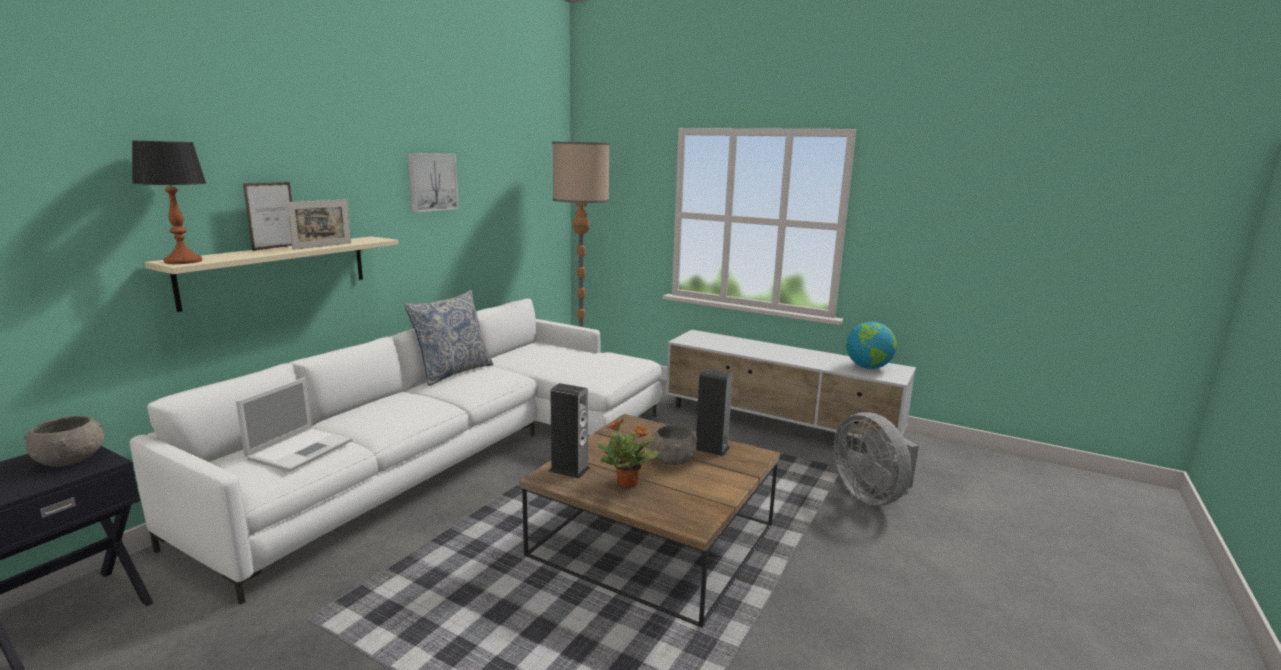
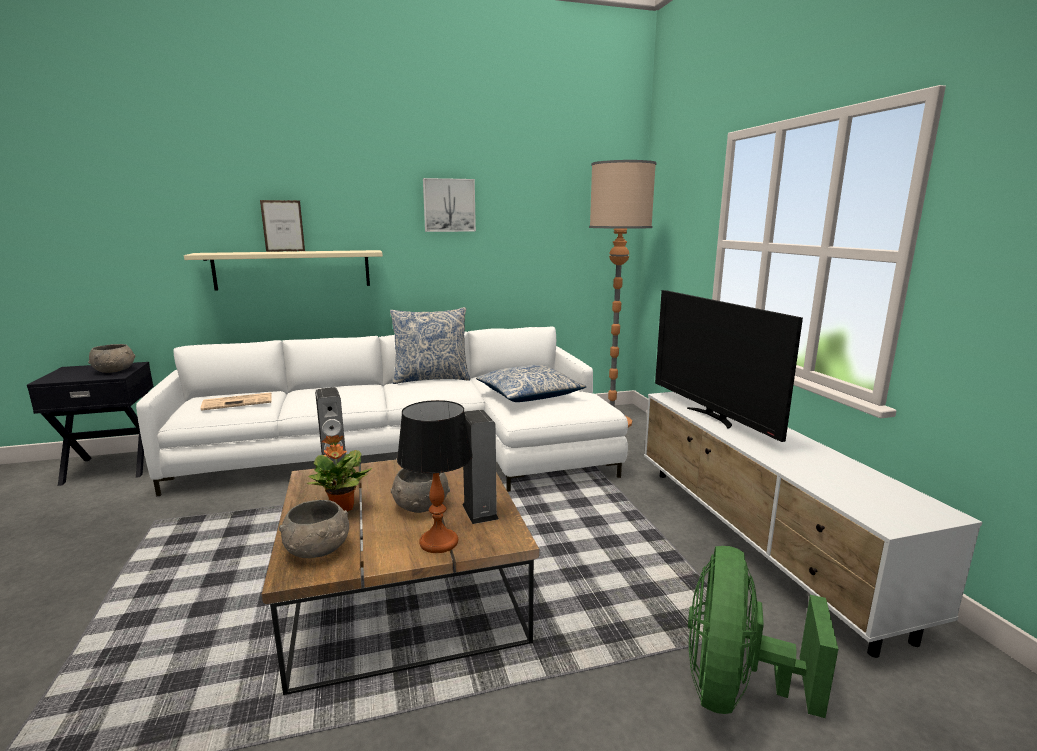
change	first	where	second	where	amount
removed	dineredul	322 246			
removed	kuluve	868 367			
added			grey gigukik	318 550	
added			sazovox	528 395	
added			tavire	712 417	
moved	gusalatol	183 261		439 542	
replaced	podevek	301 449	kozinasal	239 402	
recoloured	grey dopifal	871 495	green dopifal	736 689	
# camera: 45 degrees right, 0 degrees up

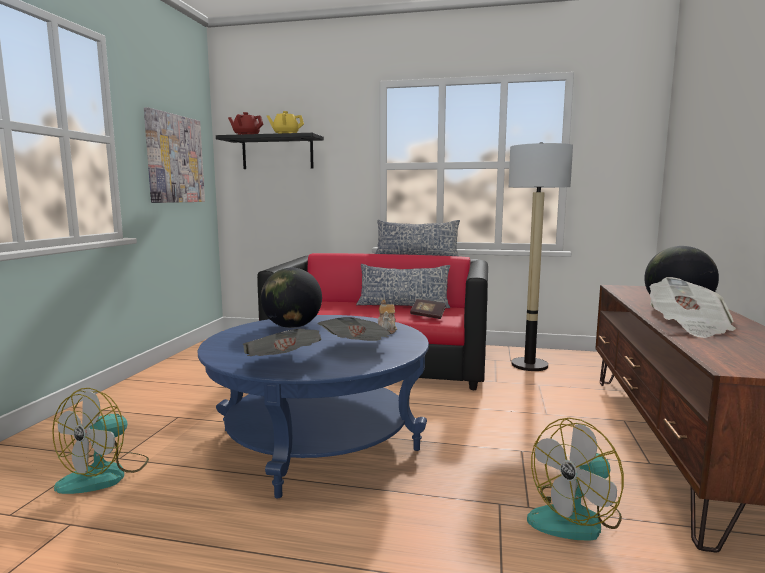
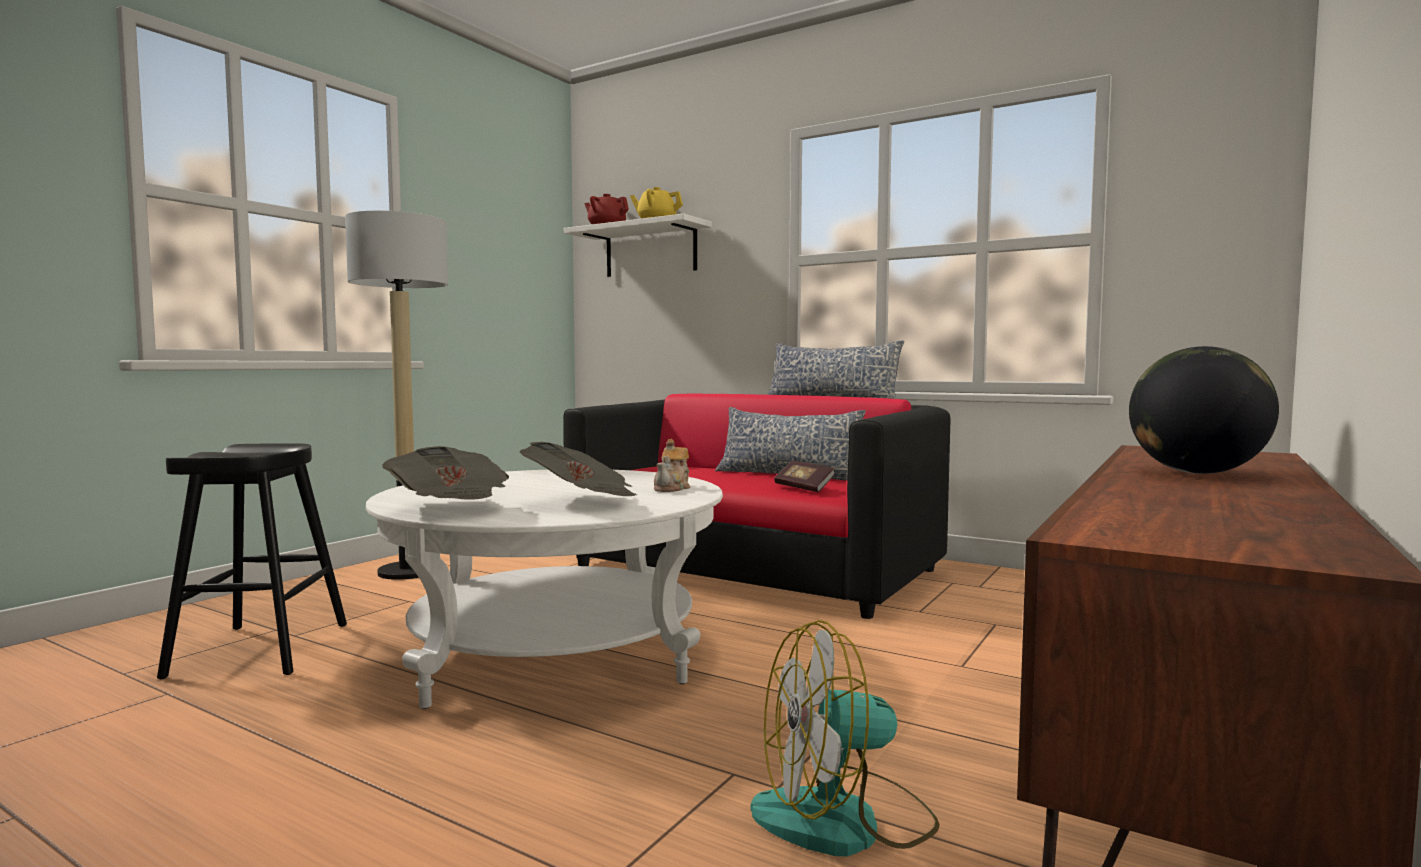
change	first	where	second	where	amount
removed	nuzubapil	174 159			
removed	kuluve	292 327			
removed	kozinasal	688 327			
moved	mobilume	529 365		409 571	
replaced	dopifal	105 474	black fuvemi	261 649	
recoloured	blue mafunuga	319 440	white mafunuga	555 650	
recoloured	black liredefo	277 153	white liredefo	650 251	
# camera: 20 degrees right, 5 degrees down

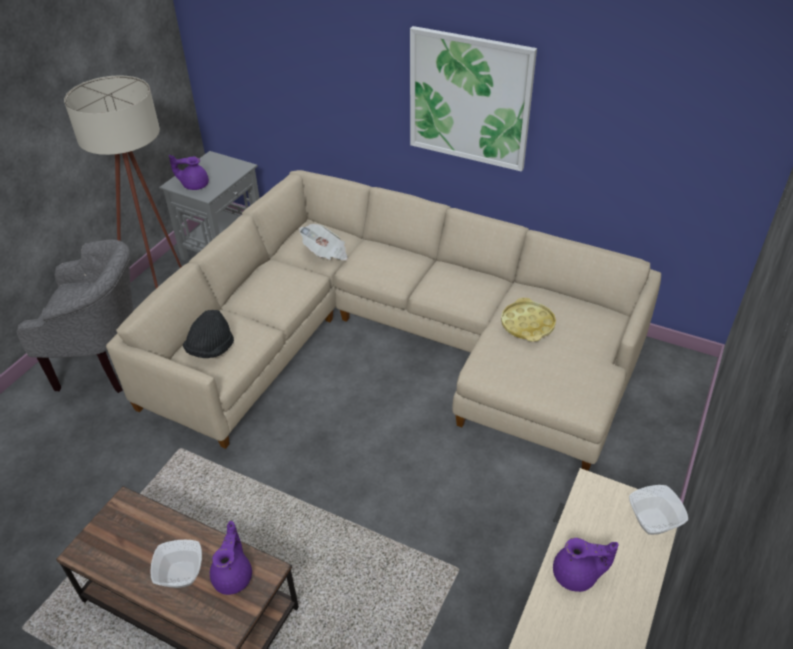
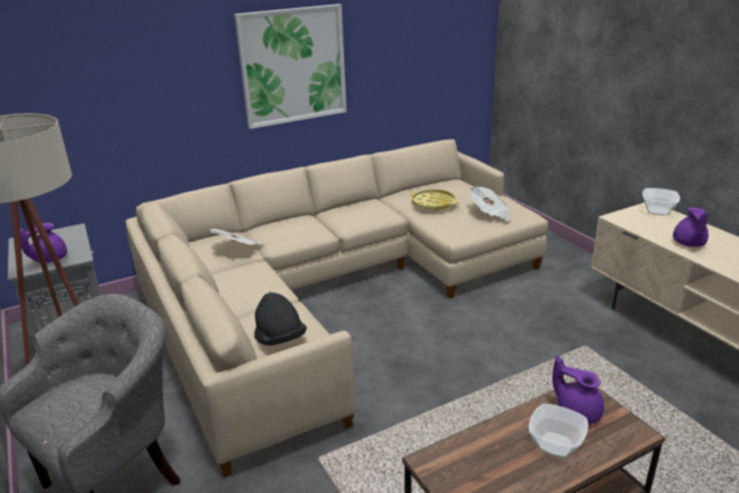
change	first	where	second	where	amount
added			kozinasal	490 214	
turned	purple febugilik	577 575		688 244	150 degrees clockwise
# camera: 55 degrees left, 15 degrees down

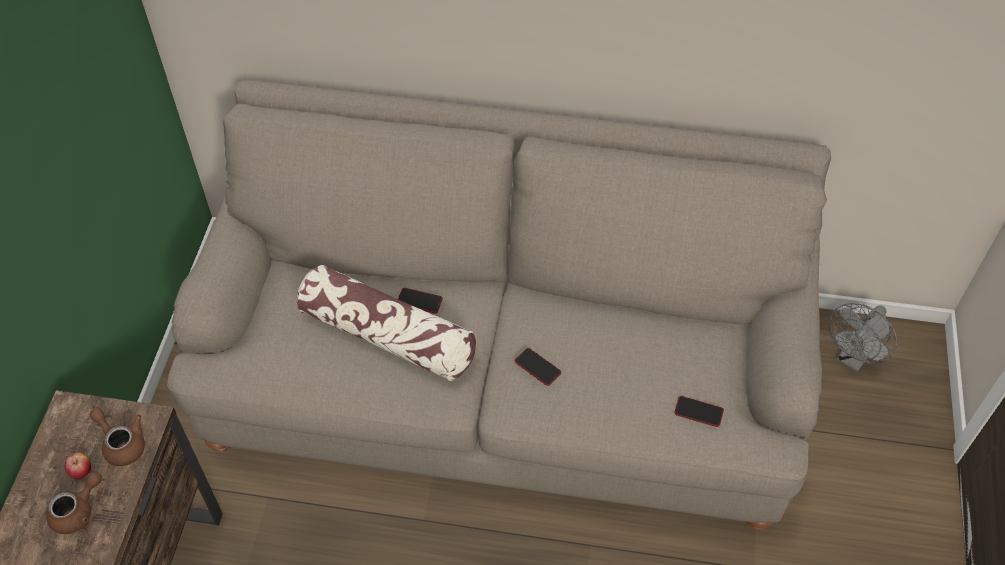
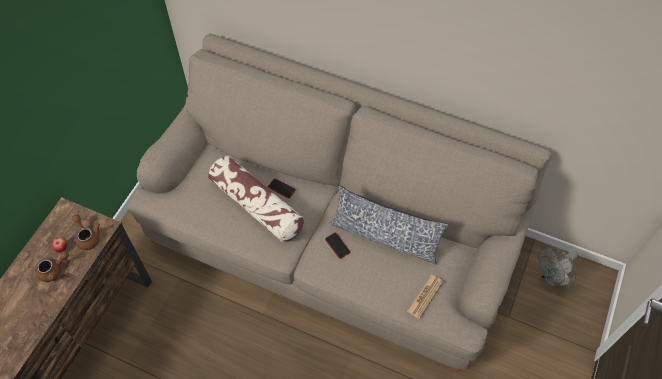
change	first	where	second	where	amount
added			sazovox	384 237	
replaced	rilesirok	698 412	kozinasal	425 296	
# camera: 15 degrees right, 5 degrees up

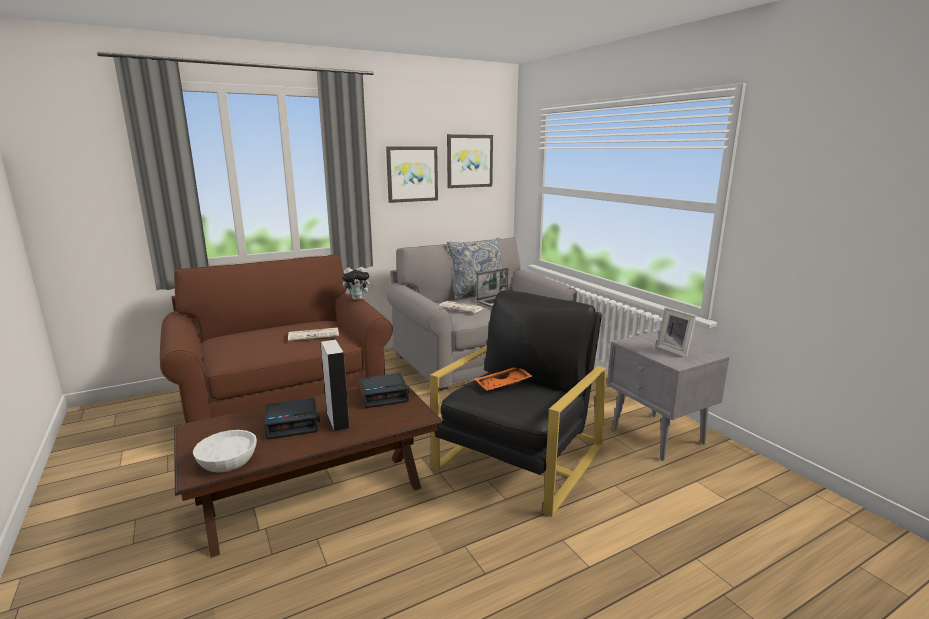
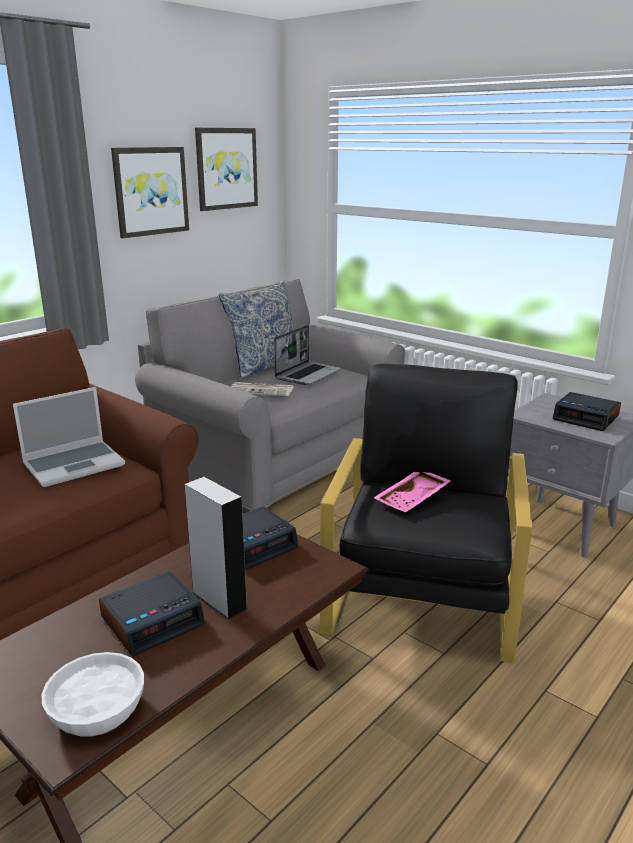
change	first	where	second	where	amount
removed	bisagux	357 299			
replaced	kozinasal	314 335	podevek	75 464	
replaced	dineredul	675 350	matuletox	586 418	
recoloured	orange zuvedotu	503 385	pink zuvedotu	413 499	
# camera: 20 degrees left, 5 degrees up

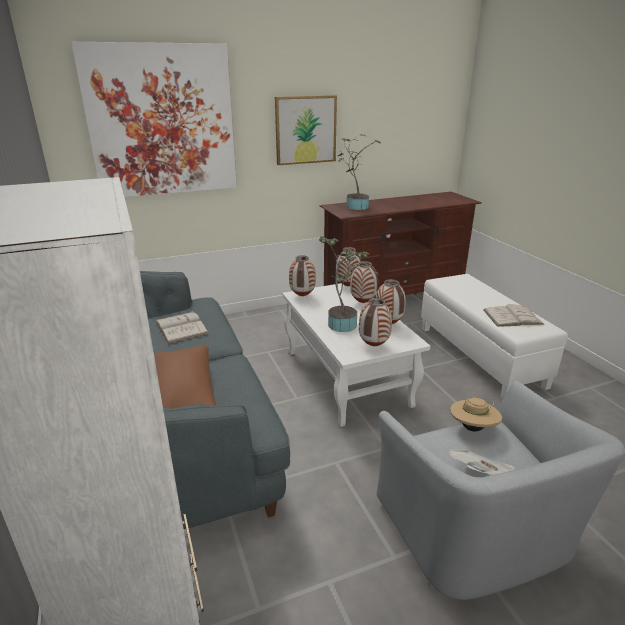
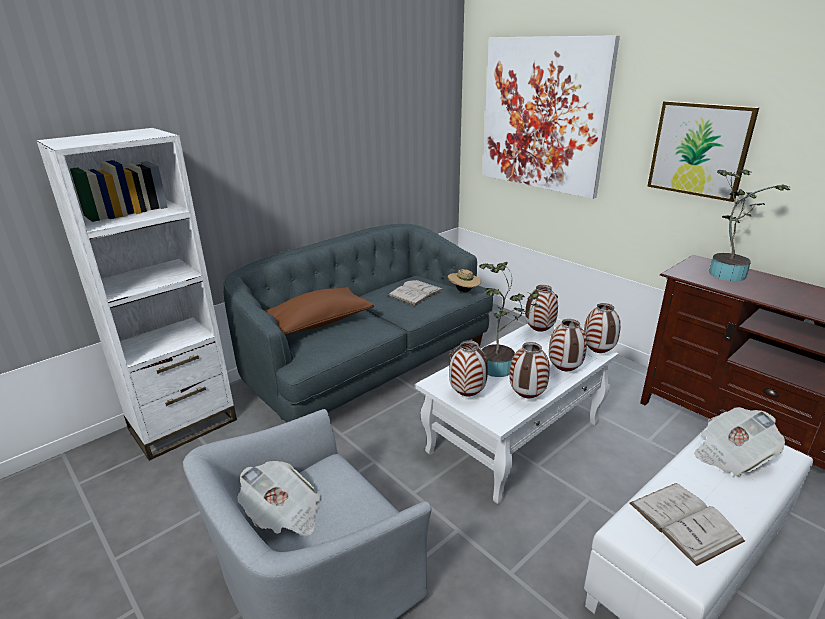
change	first	where	second	where	amount
added			kozinasal	731 455	
moved	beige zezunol	473 428		464 291	
# camera: 70 degrees right, 0 degrees up

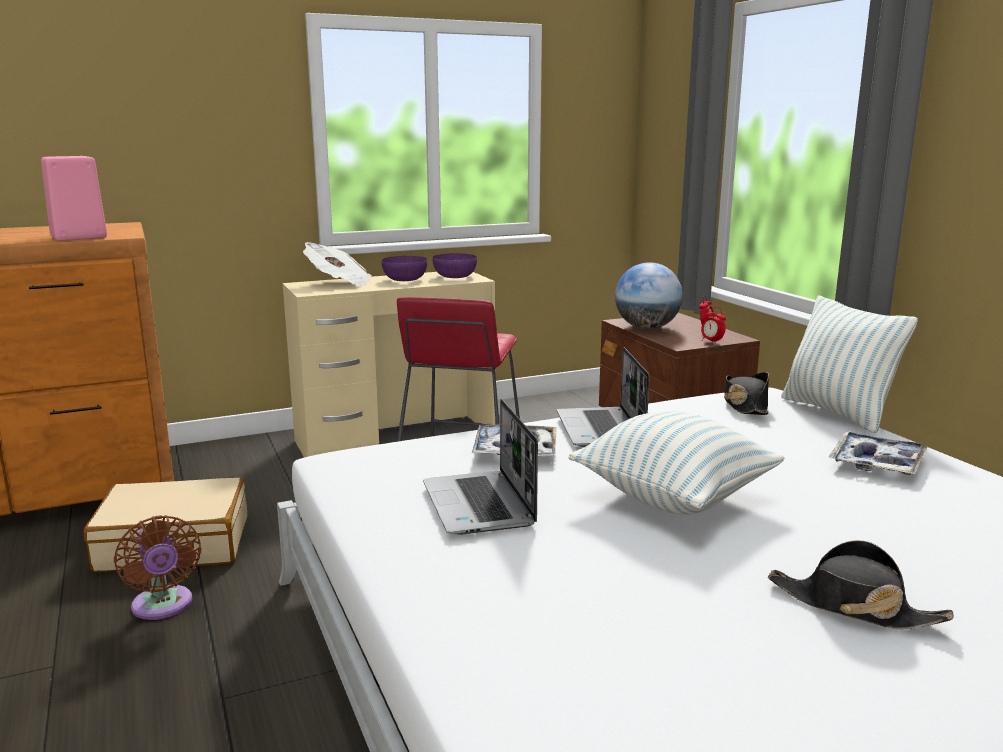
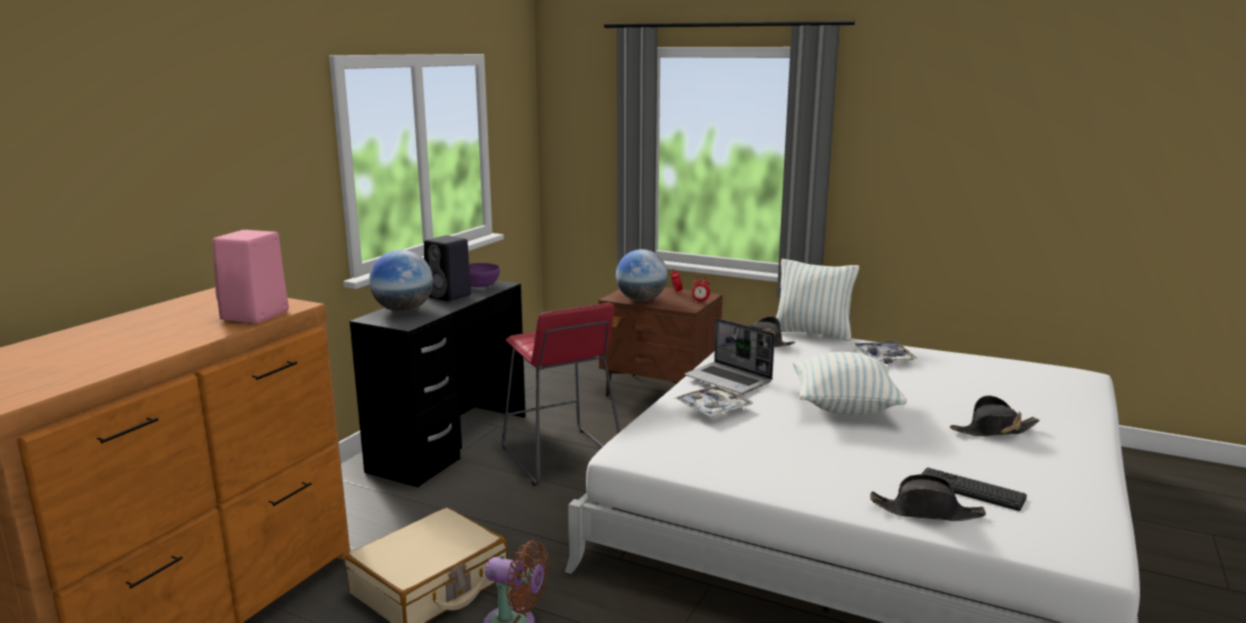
change	first	where	second	where	amount
removed	podevek	480 505			
added			black zezunol	926 511	
added			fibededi	970 490	
replaced	kozinasal	339 283	kuluve	403 310	
replaced	purple gigukik	405 280	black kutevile	450 296	
recoloured	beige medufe	395 438	black medufe	450 442	
# camera: 40 degrees left, 0 degrees up

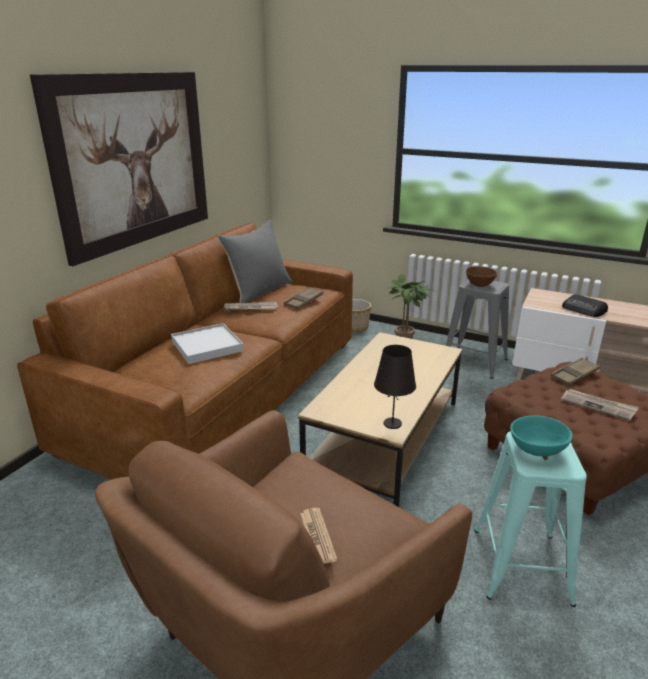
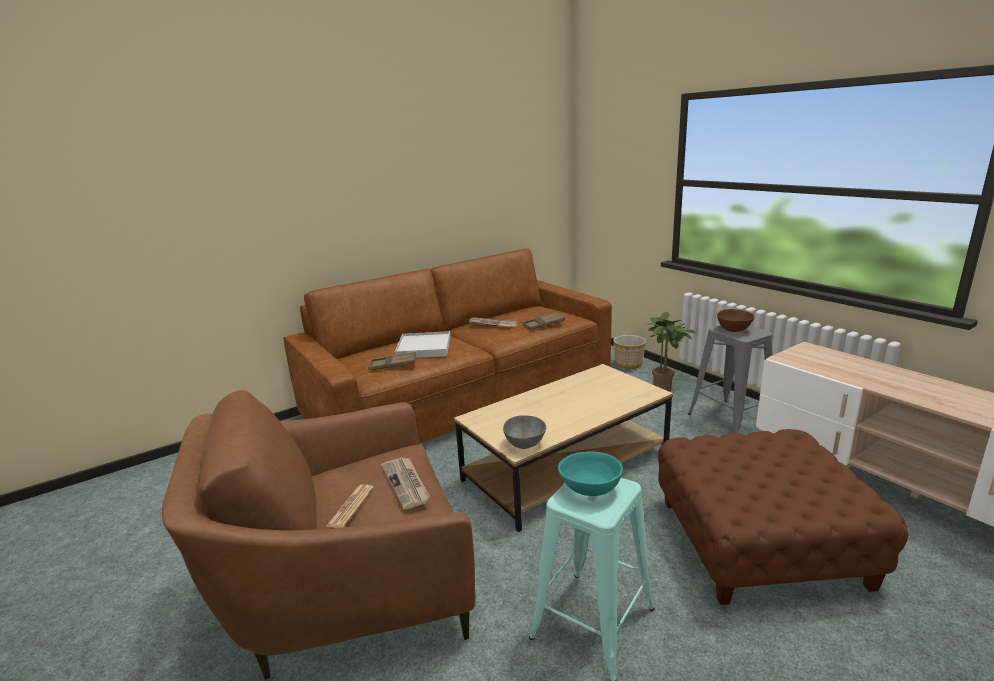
change	first	where	second	where	amount
removed	nuzubapil	134 160			
removed	grey sazovox	259 291			
removed	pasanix	584 310			
moved	brown zuvedotu	574 375		393 365	
moved	kozinasal	598 406		406 484	
replaced	black gusalatol	392 423	grey gigukik	525 443	
# camera: 30 degrees right, 5 degrees down

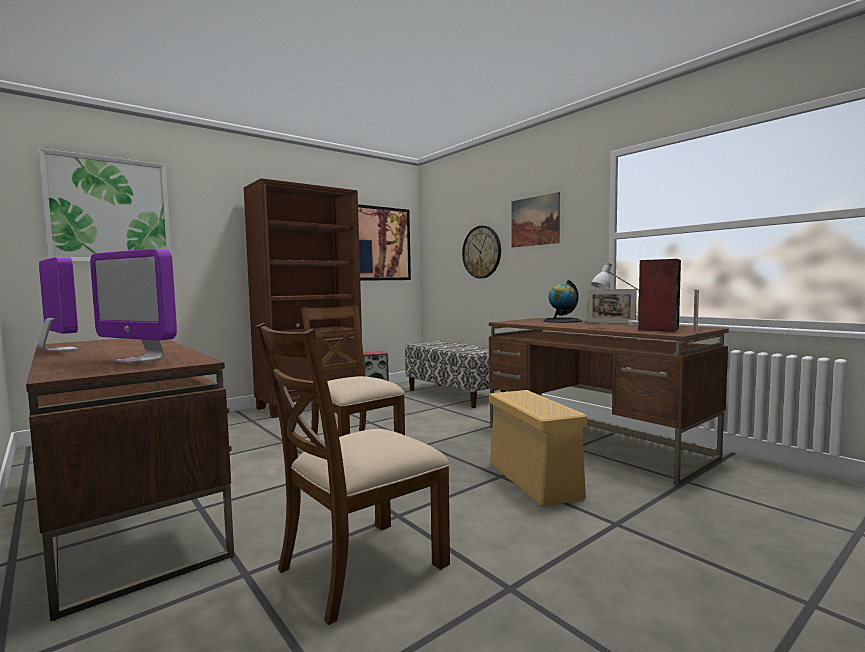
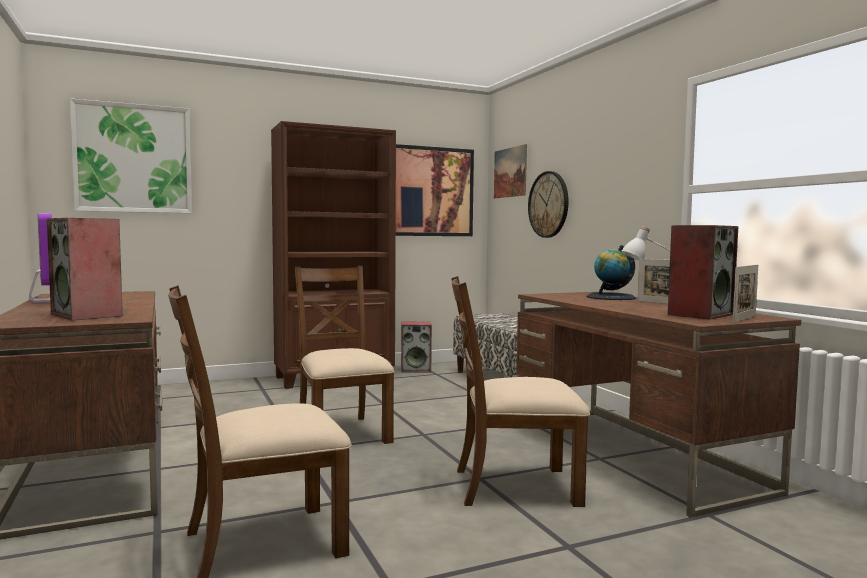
change	first	where	second	where	amount
moved	nuzubapil	534 221		510 172	
replaced	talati	140 360	kutevile	88 315	
replaced	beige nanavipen	532 479	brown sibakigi	514 486	
# camera: 15 degrees right, 0 degrees up

